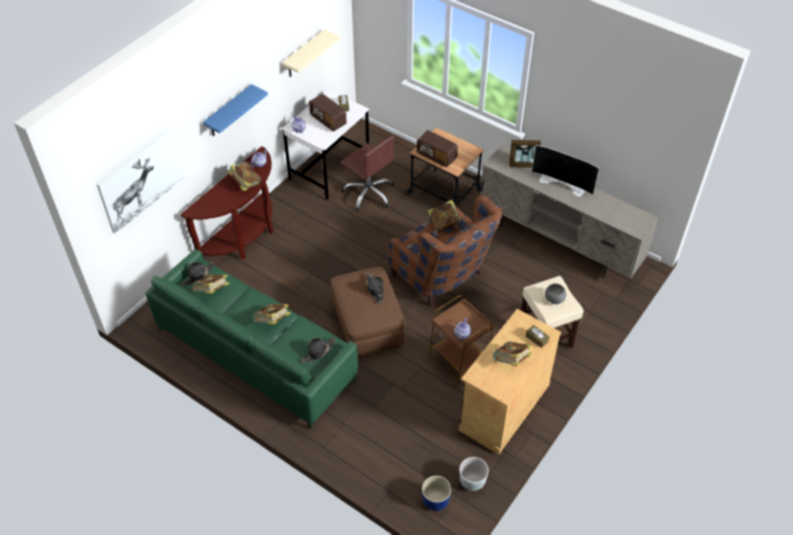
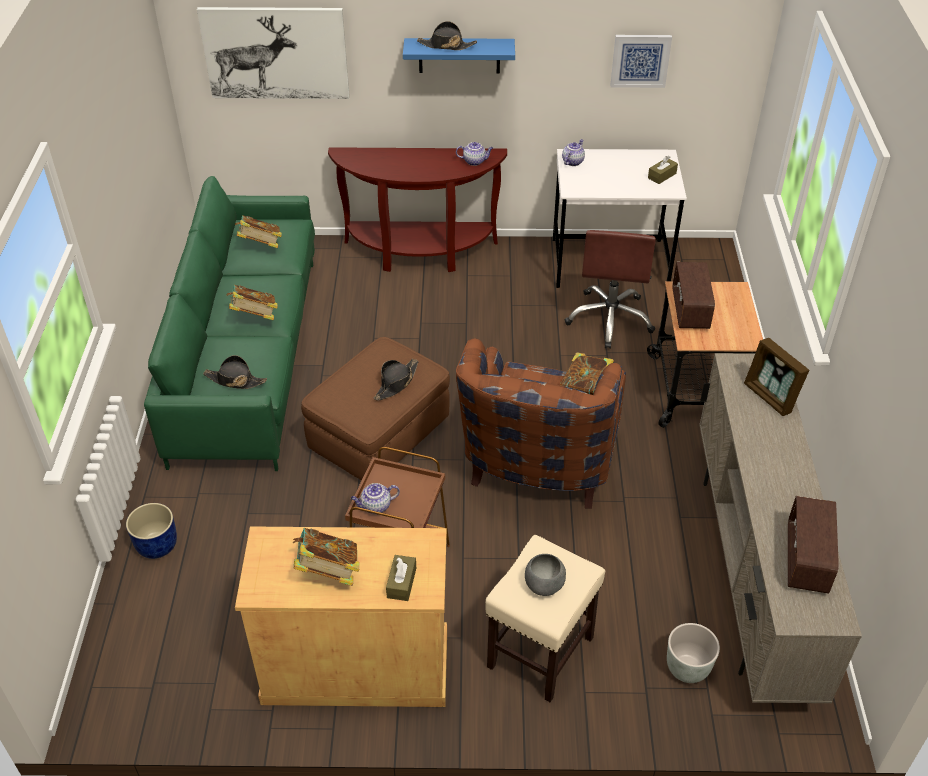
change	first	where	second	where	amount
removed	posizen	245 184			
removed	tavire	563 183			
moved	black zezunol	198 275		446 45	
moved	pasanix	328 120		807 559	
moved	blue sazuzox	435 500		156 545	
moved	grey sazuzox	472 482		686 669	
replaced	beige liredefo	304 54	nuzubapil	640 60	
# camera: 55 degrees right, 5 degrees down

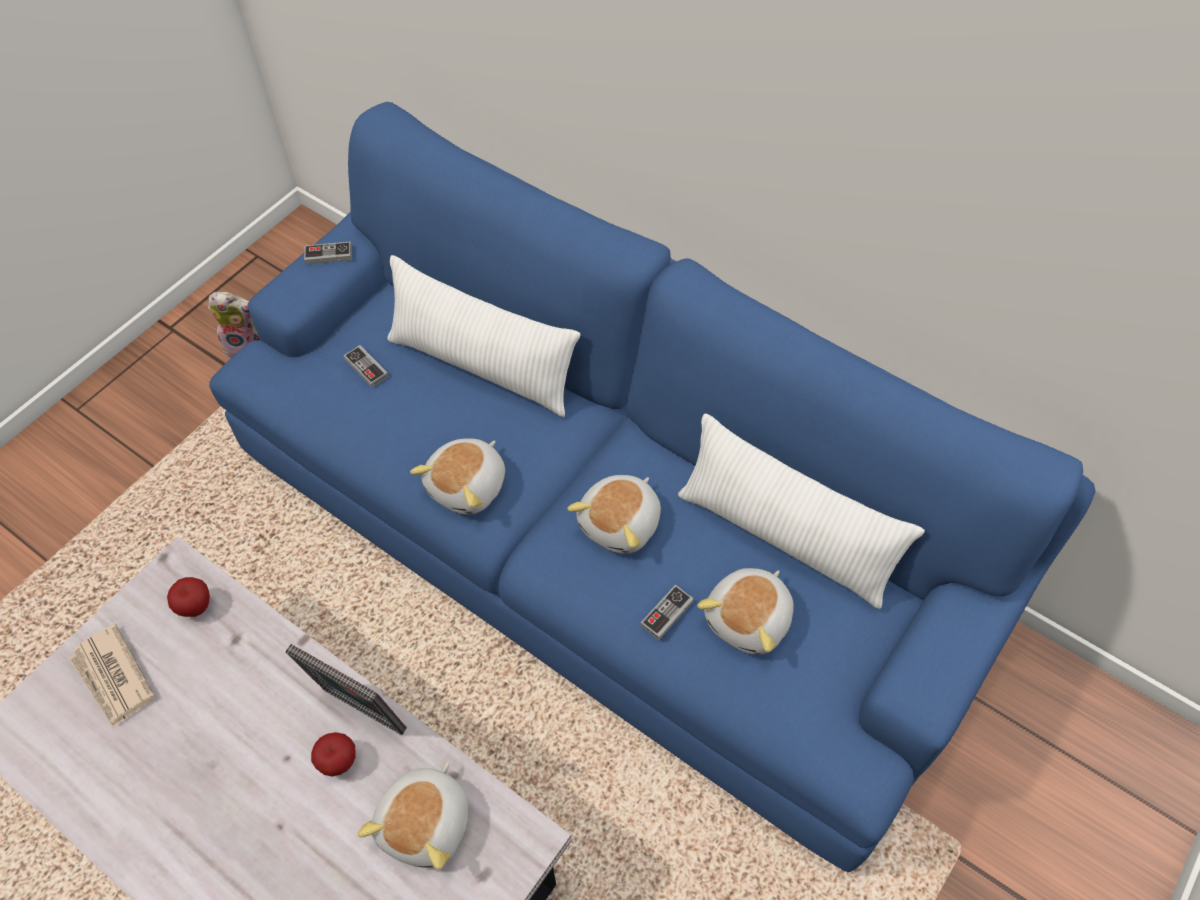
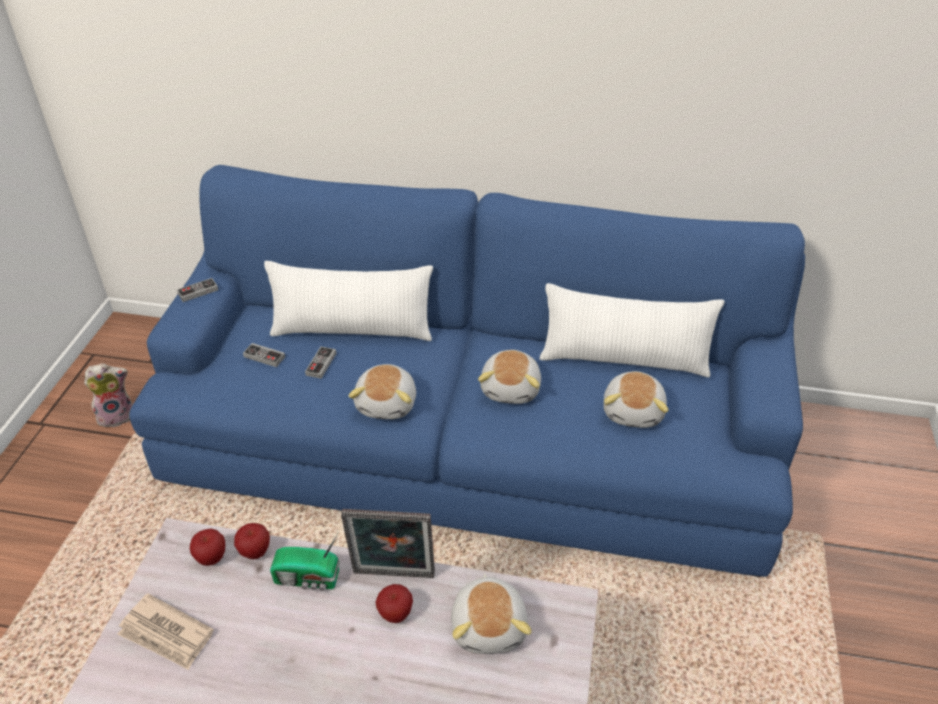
change	first	where	second	where	amount
added			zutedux	255 552	
added			pasanix	308 579	
moved	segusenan	667 613		321 364	
# camera: 25 degrees left, 15 degrees down

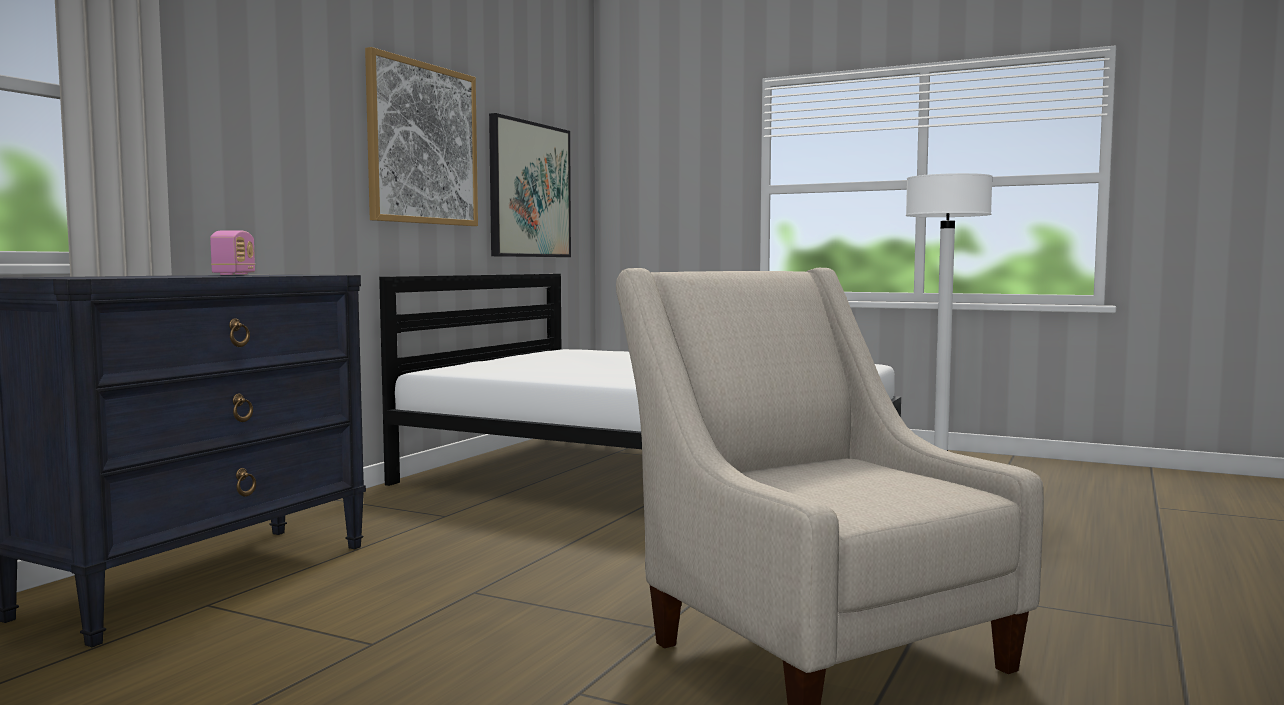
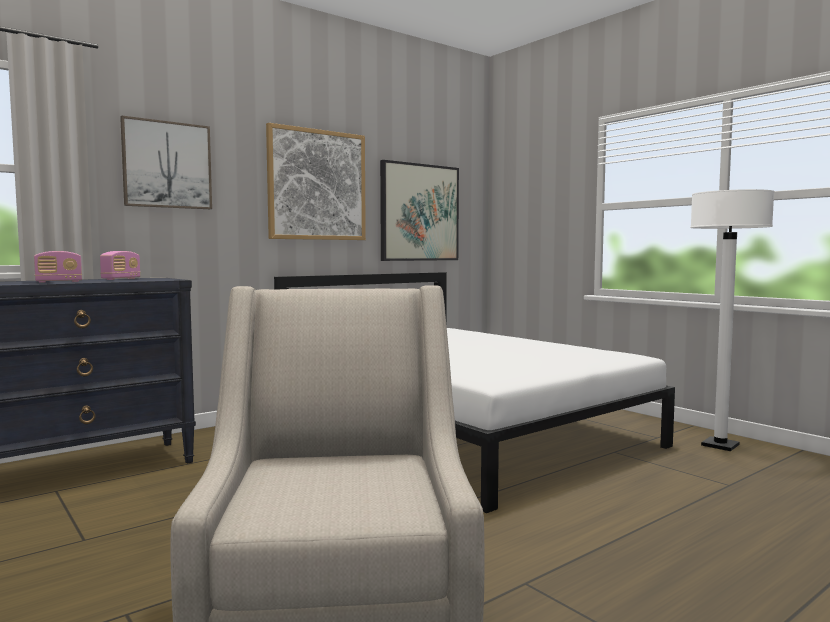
change	first	where	second	where	amount
added			pasanix	59 282	
added			nuzubapil	167 165	
# camera: 25 degrees right, 0 degrees up

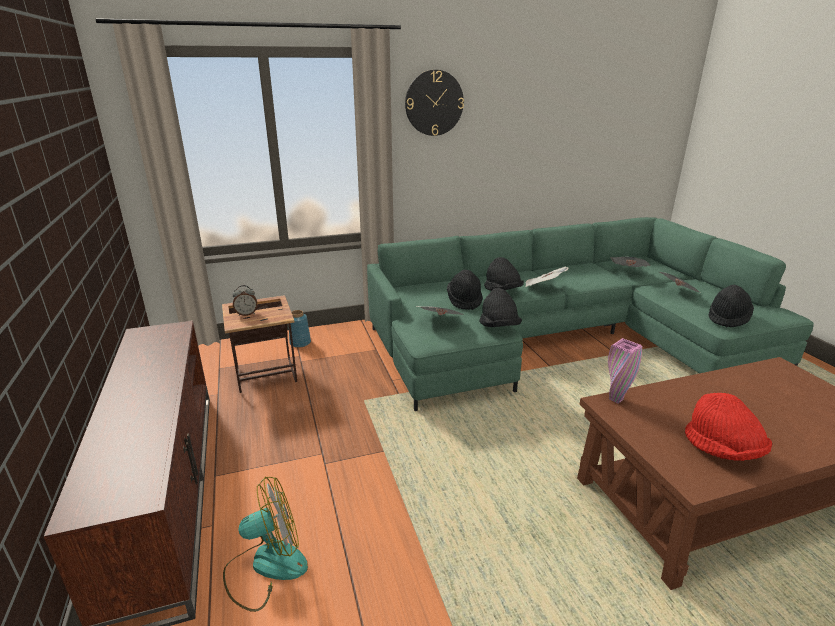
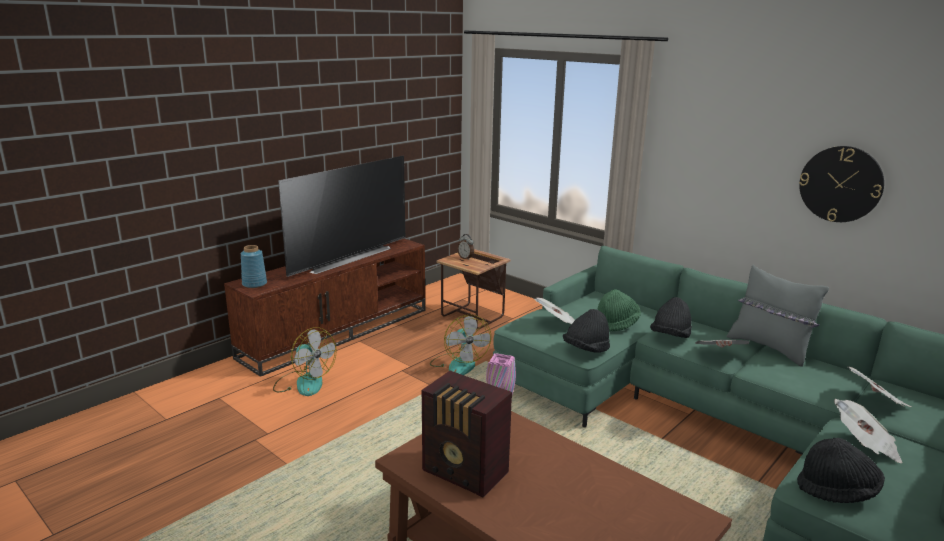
change	first	where	second	where	amount
added			tavire	346 257	
added			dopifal	458 364	
added			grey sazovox	769 348	
moved	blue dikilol	300 343		254 284	
moved	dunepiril	434 103		840 184	
replaced	red zezunol	722 450	pasanix	465 473	
recoloured	black zezunol	464 301	green zezunol	616 324	
# camera: 60 degrees right, 5 degrees down

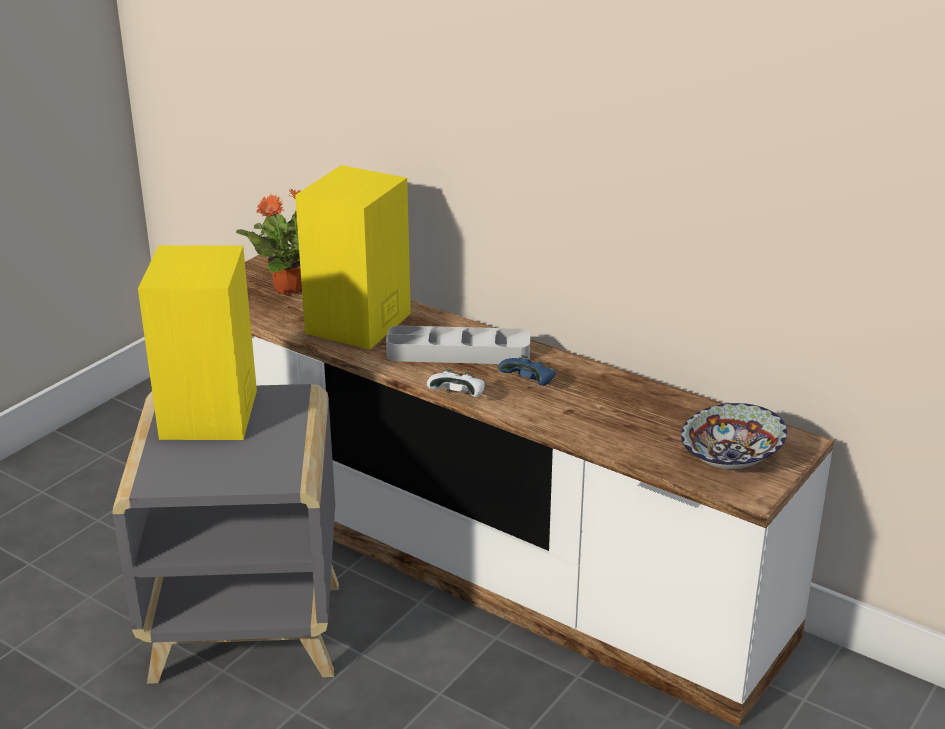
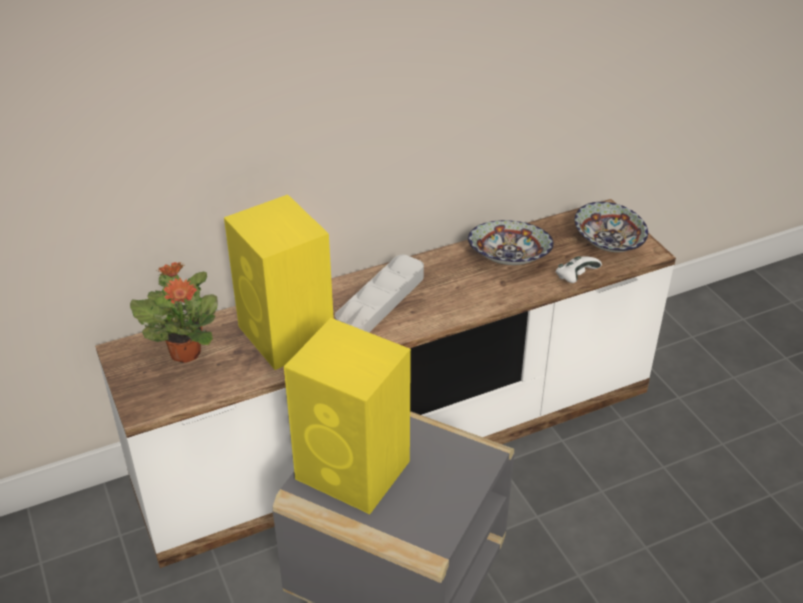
change	first	where	second	where	amount
removed	blue segusenan	529 383			
added			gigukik	508 259	
moved	white segusenan	458 396		575 277	
# camera: 60 degrees left, 10 degrees up

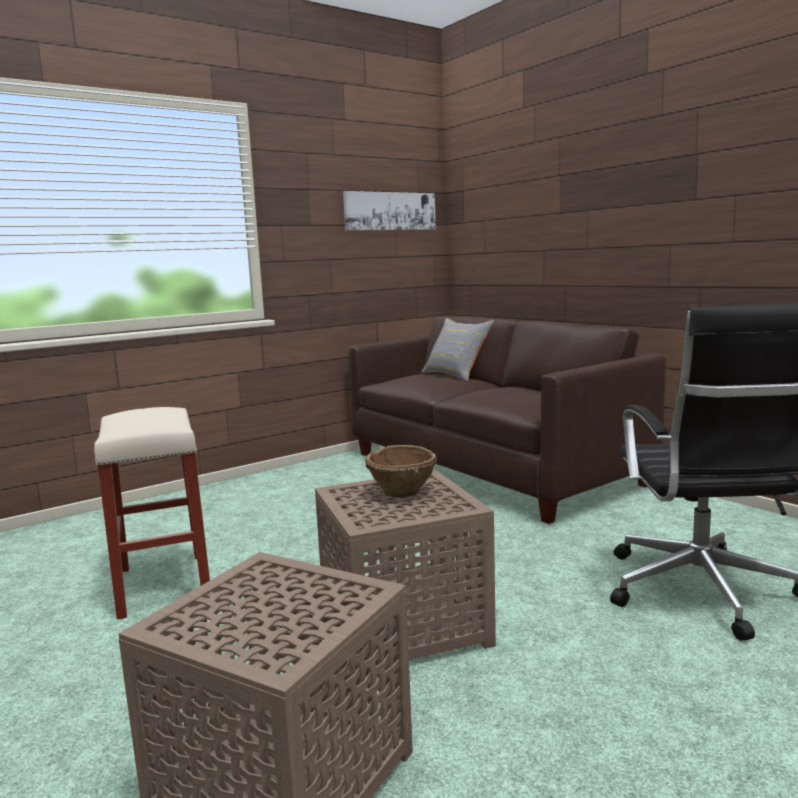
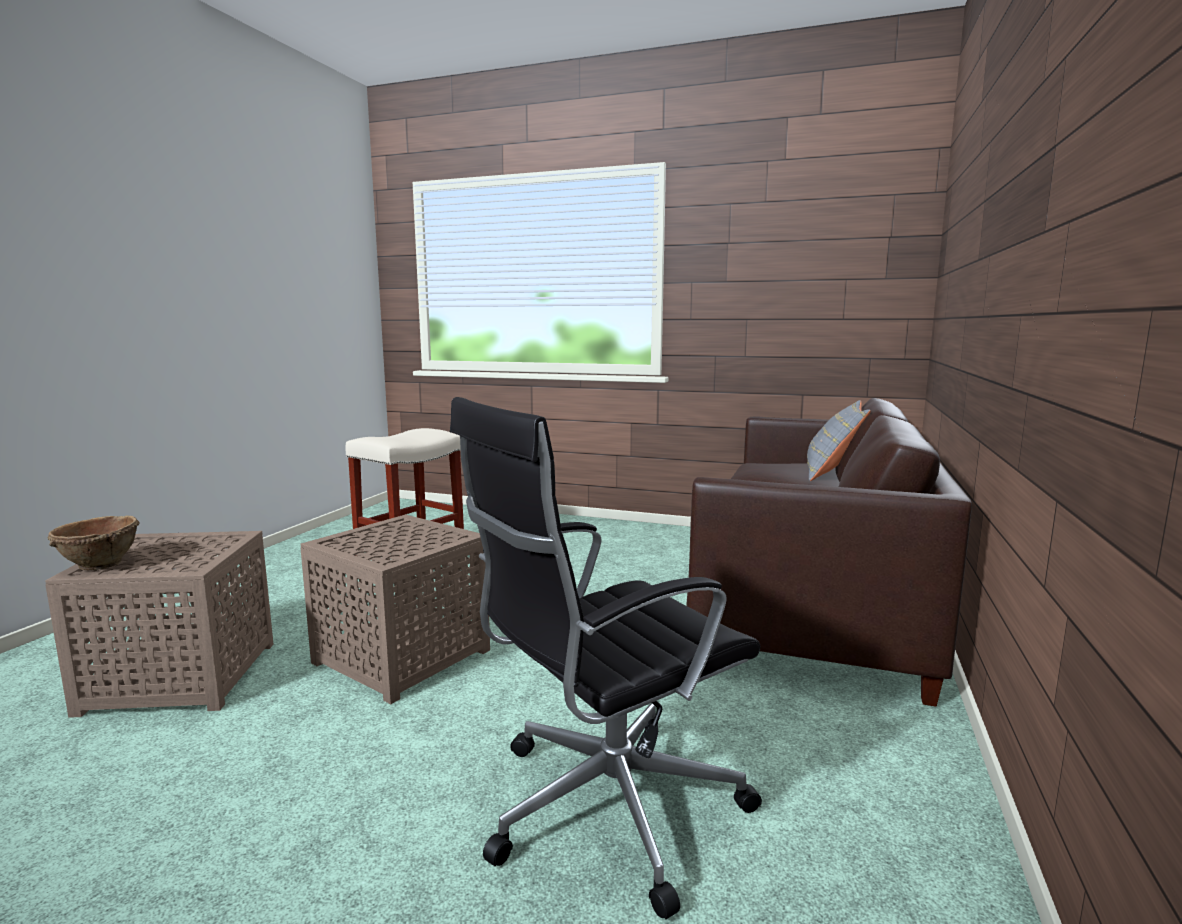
change	first	where	second	where	amount
removed	nuzubapil	390 211			
moved	brown gigukik	402 493		99 565	
# camera: 55 degrees right, 0 degrees up

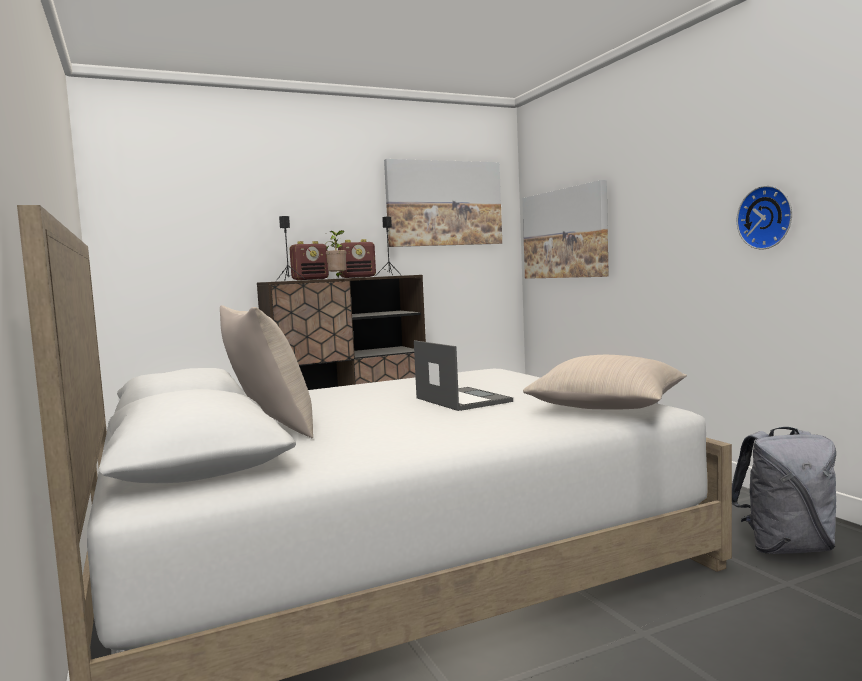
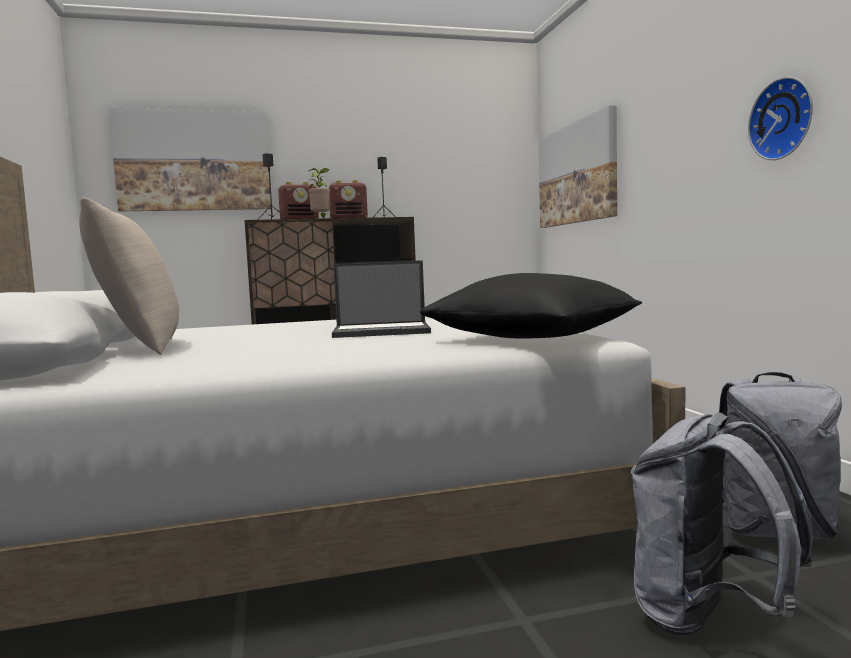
change	first	where	second	where	amount
added			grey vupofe	708 619	
moved	nuzubapil	444 203		194 161	
recoloured	beige sazovox	608 407	black sazovox	533 338	
turned	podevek	462 400		383 331	105 degrees clockwise
# camera: 10 degrees right, 0 degrees up

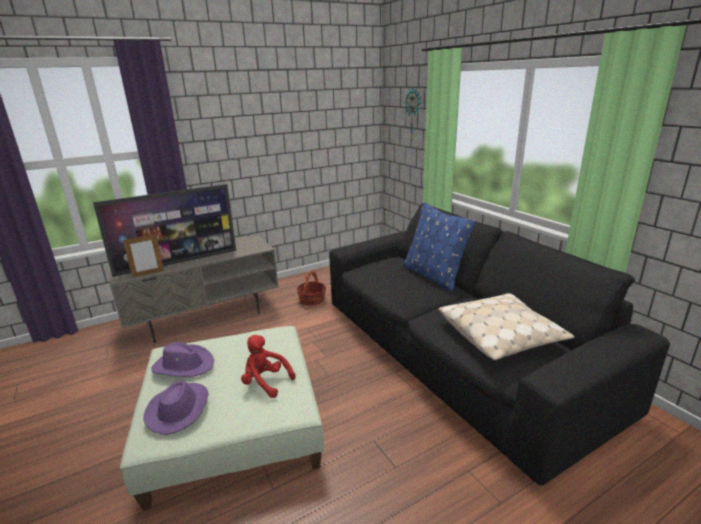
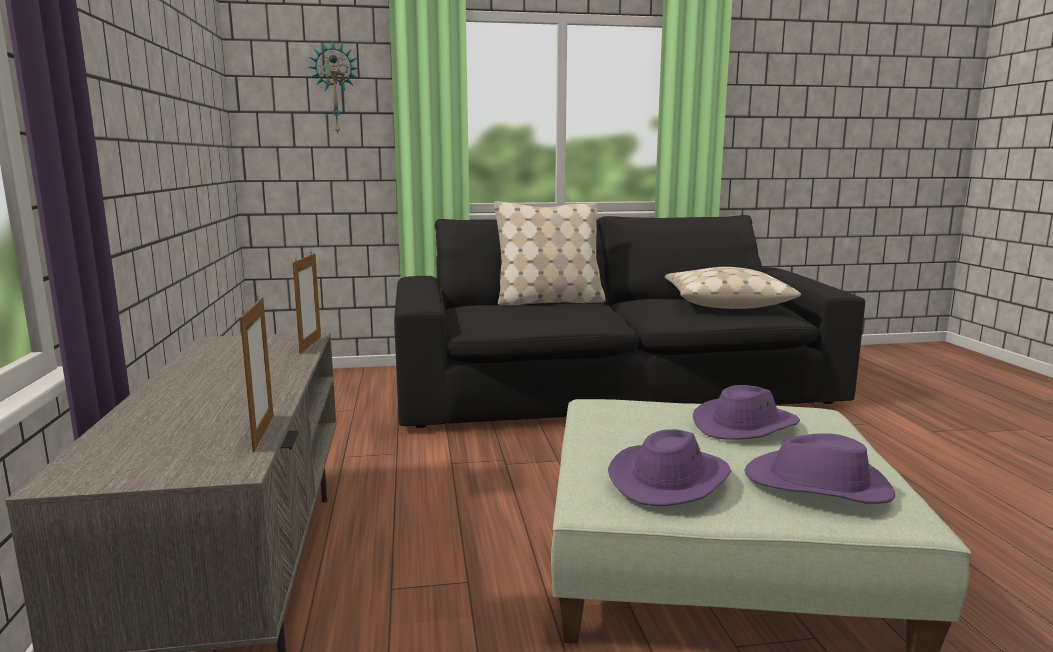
change	first	where	second	where	amount
removed	tavire	178 262			
removed	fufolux	312 300			
added			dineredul	310 344	
replaced	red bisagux	265 382	purple zezunol	746 425	
recoloured	blue sazovox	433 276	beige sazovox	549 301	
# camera: 70 degrees left, 10 degrees down

